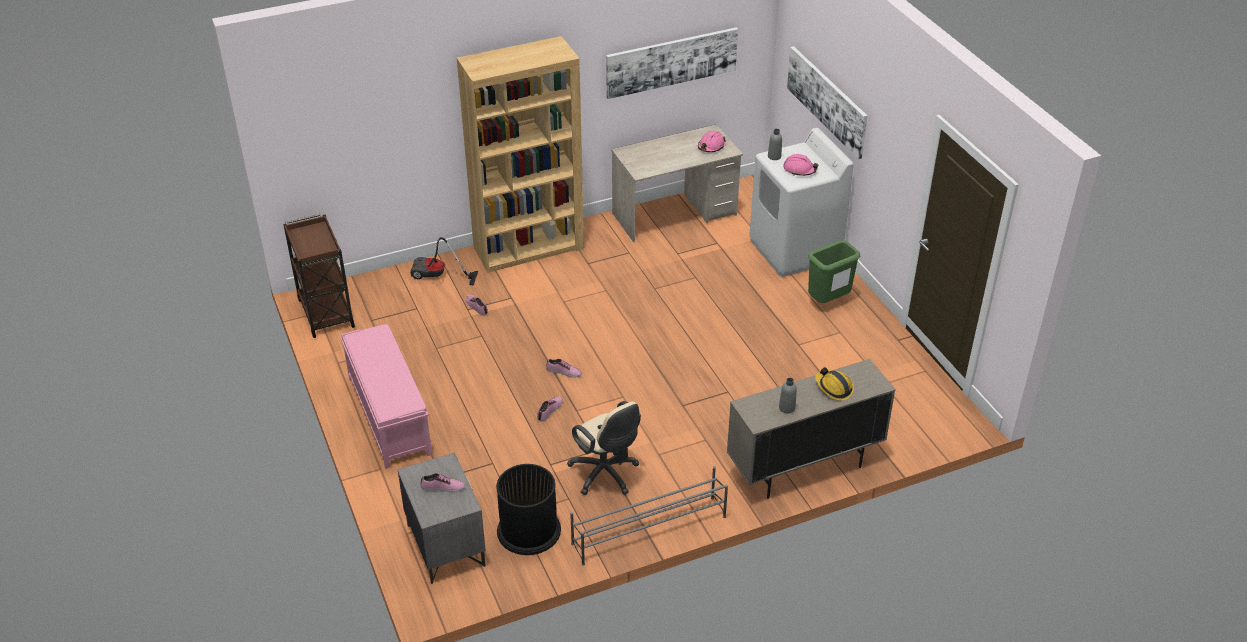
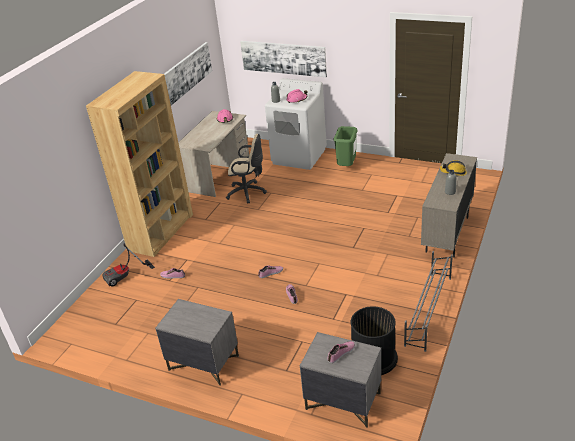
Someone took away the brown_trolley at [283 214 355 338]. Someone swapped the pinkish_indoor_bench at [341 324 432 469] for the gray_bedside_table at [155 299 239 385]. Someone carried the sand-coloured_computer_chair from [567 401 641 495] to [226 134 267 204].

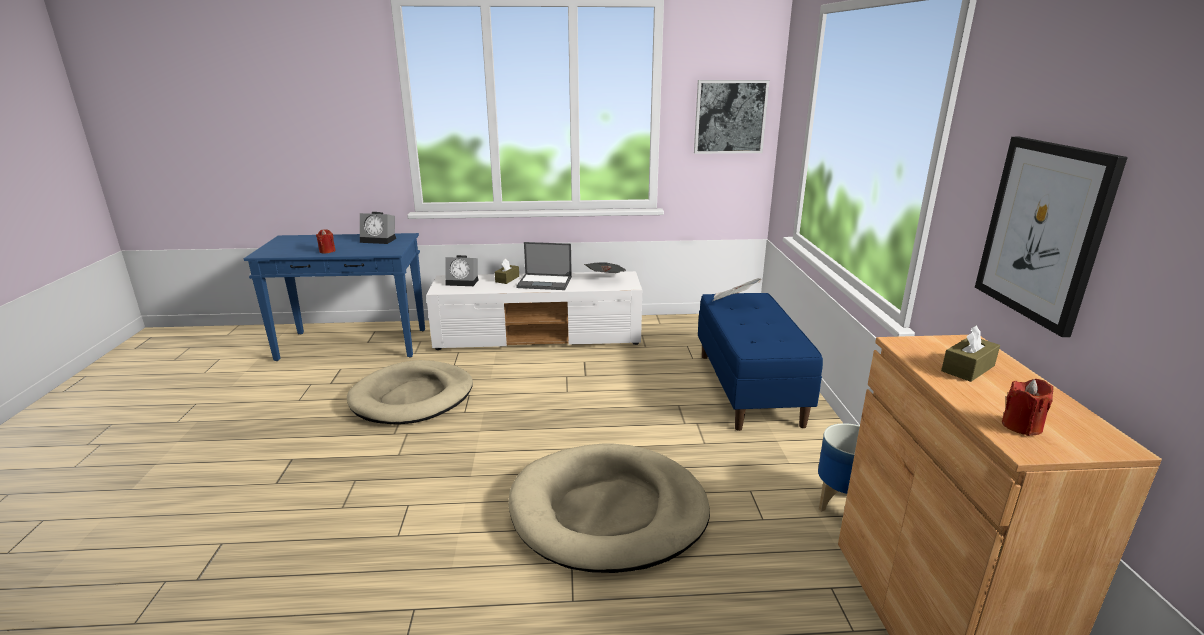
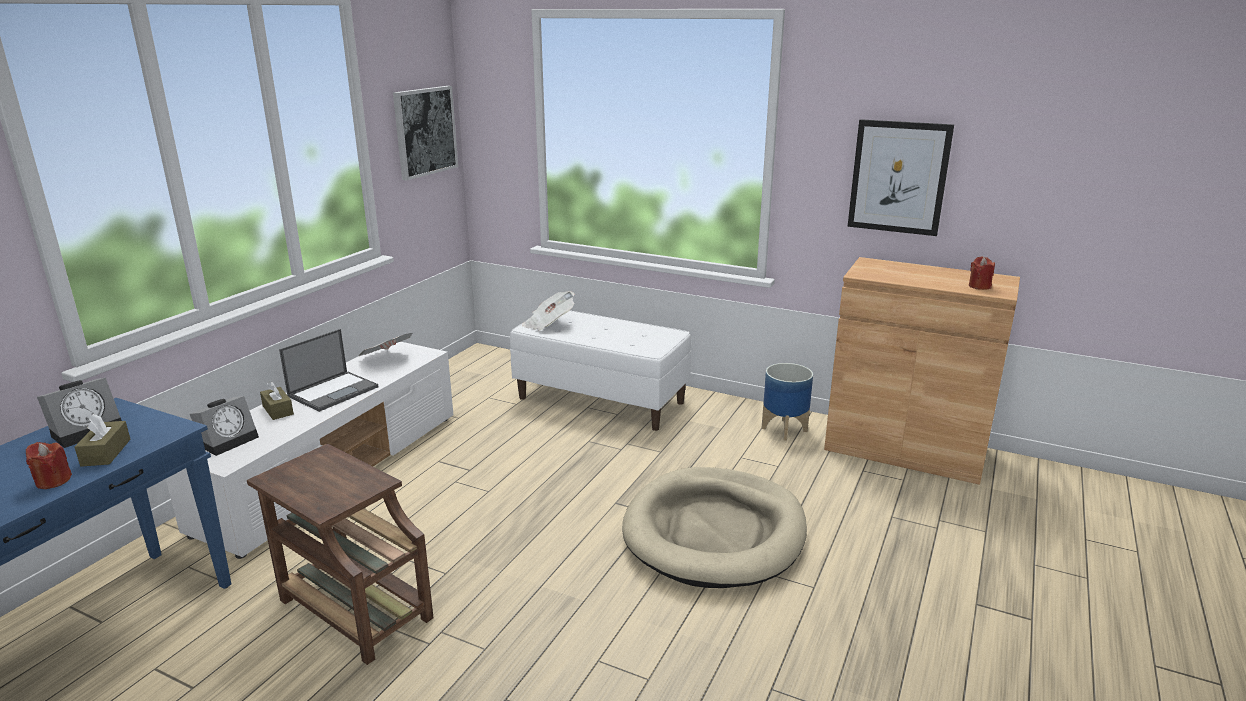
Someone swapped the sand-coloured_dog_cushion at [347 360 473 424] for the brown_side_table at [247 444 434 665]. Someone repainted the blue_indoor_bench at [698 293 823 431], which became the whitish_indoor_bench at [510 310 691 431]. Someone carried the brown_tissue_holder from [941 325 1000 382] to [75 414 131 467].

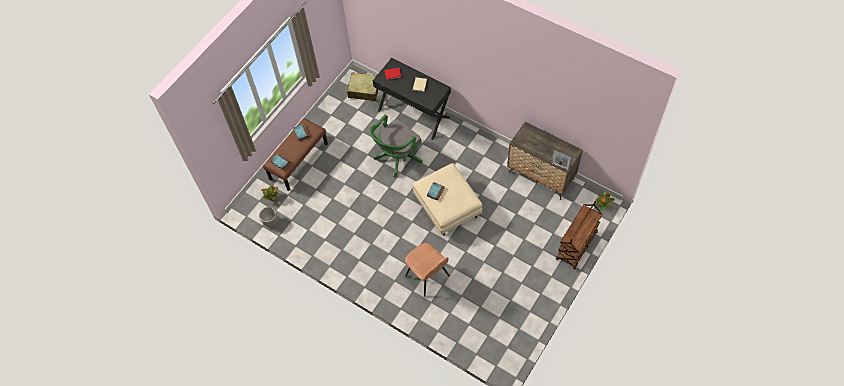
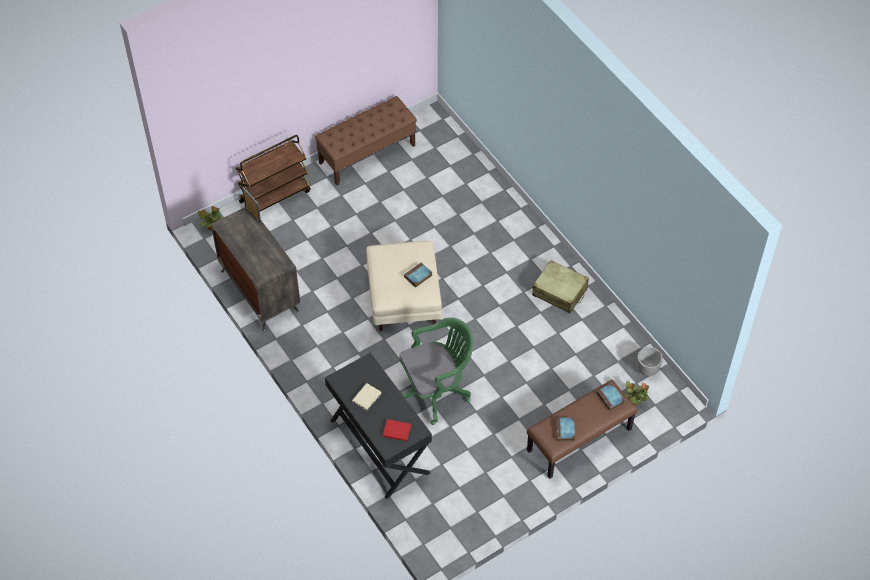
Someone carried the sand-coloured_suitcase from [347 72 378 101] to [532 260 589 313]. Someone took away the brown_chair at [405 243 450 297]. Someone put down the brown_indoor_bench at [315 96 417 185].

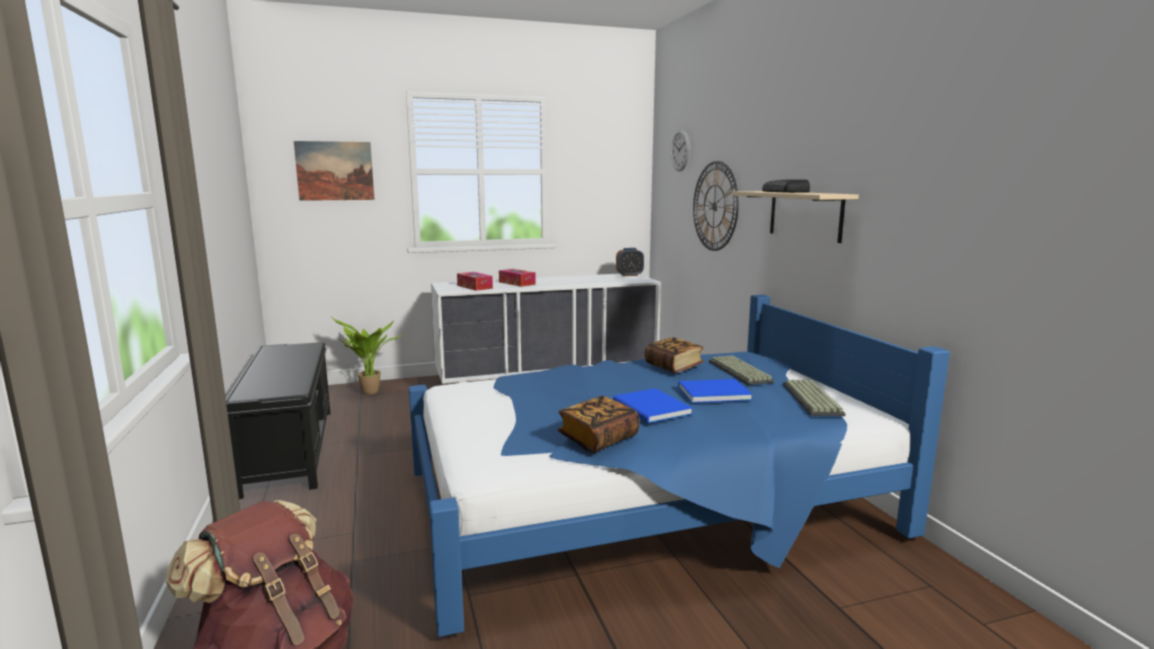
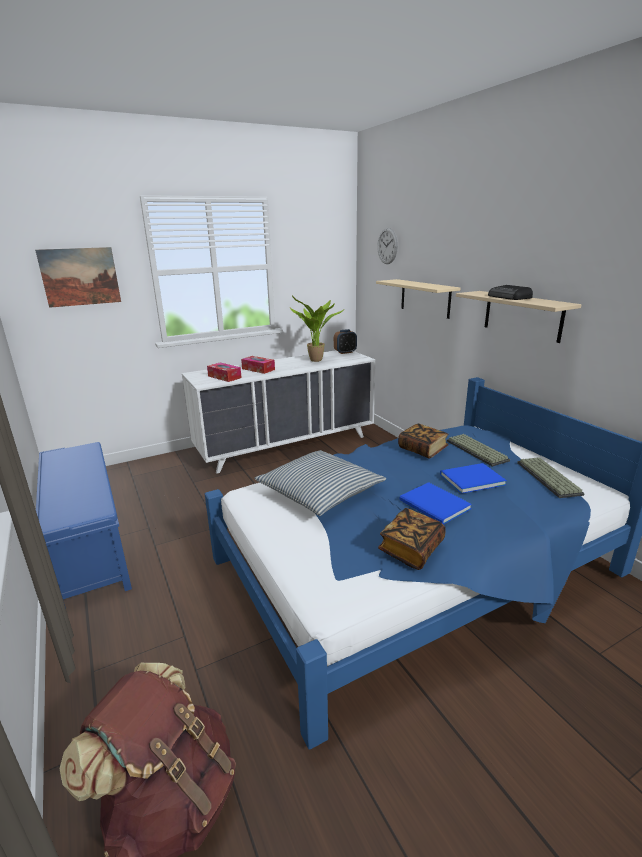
Someone repainted the black_indoor_bench at [226 342 331 499], which became the blue_indoor_bench at [36 442 132 608]. Someone carried the houseplant from [332 317 405 395] to [290 296 344 362]. Someone swapped the clock_on_the_wall at [693 161 739 251] for the sand-coloured_wall_shelf at [376 279 460 319]. Someone put down the cushion at [254 450 386 516].

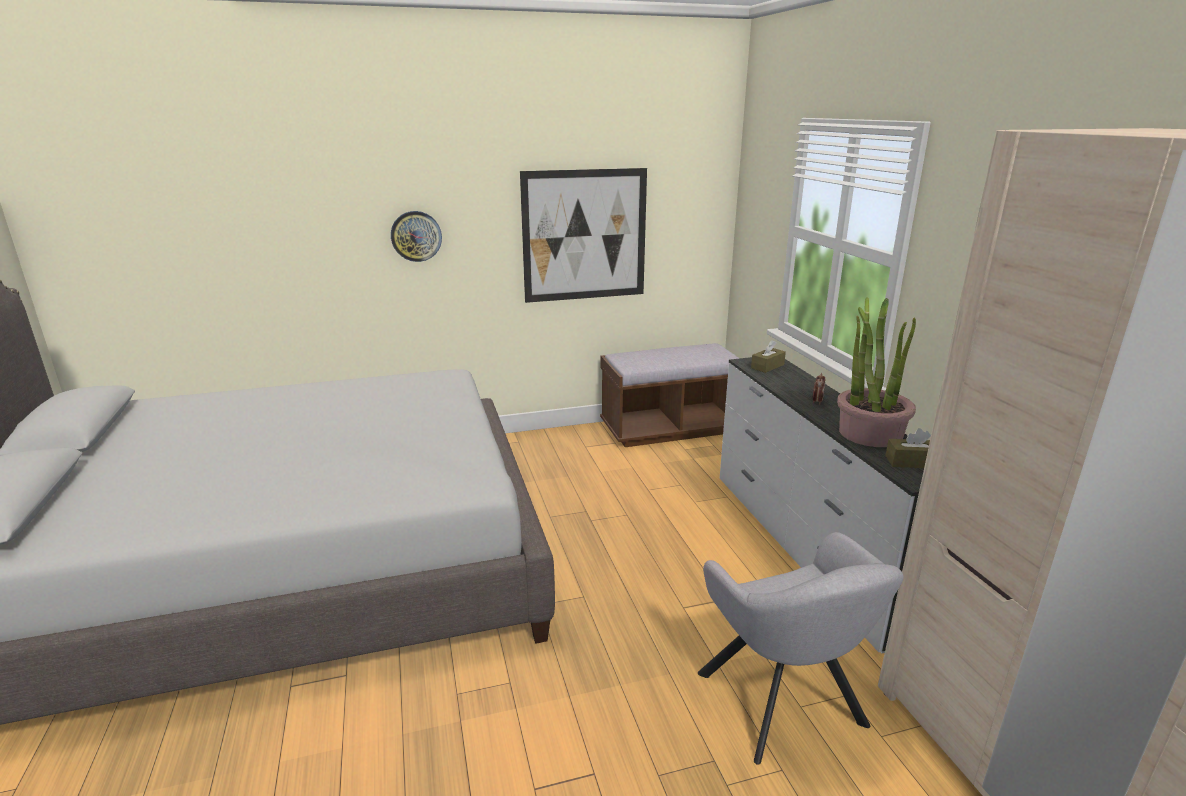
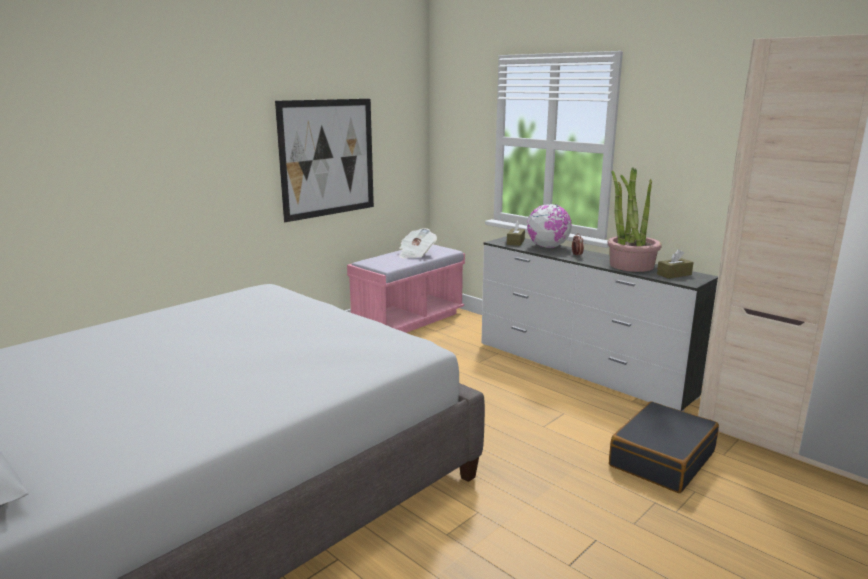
Someone took away the clock_on_the_wall at [391 211 442 262]. Someone repainted the brown_indoor_bench at [600 343 739 447], which became the pinkish_indoor_bench at [347 245 465 333]. Someone swapped the gray_easy_chair at [698 532 904 765] for the black_suitcase at [609 402 719 493]. Someone put down the newspaper at [399 228 437 258]. Someone put down the world_globe at [527 204 572 248].

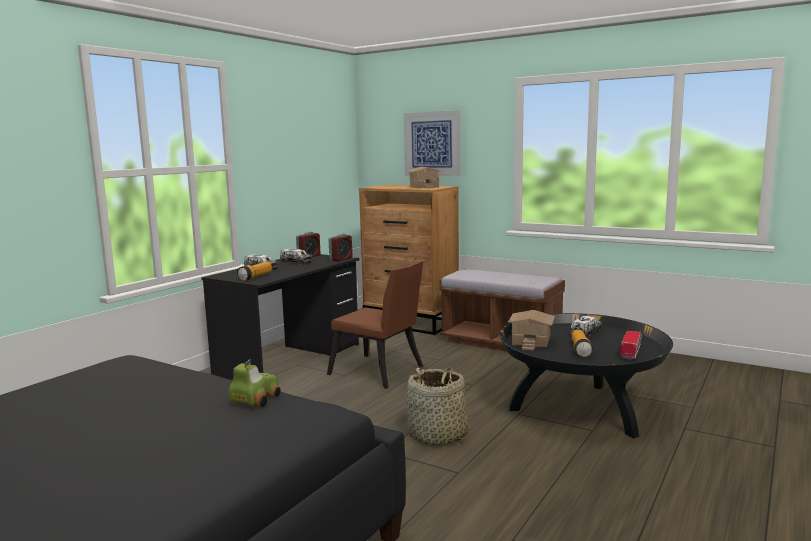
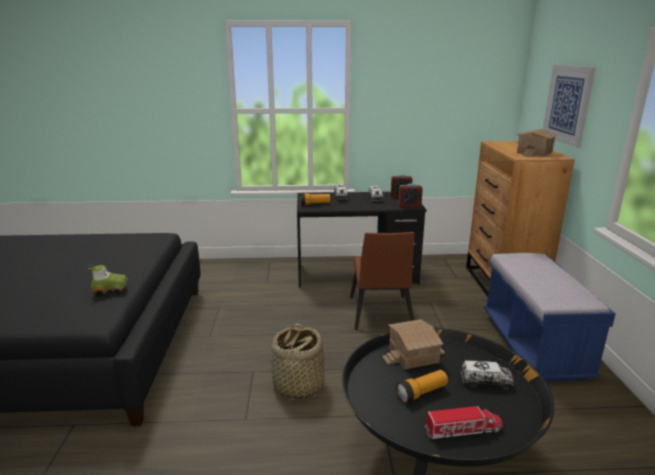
Someone repainted the brown_indoor_bench at [440 269 565 352], which became the blue_indoor_bench at [484 253 615 382].

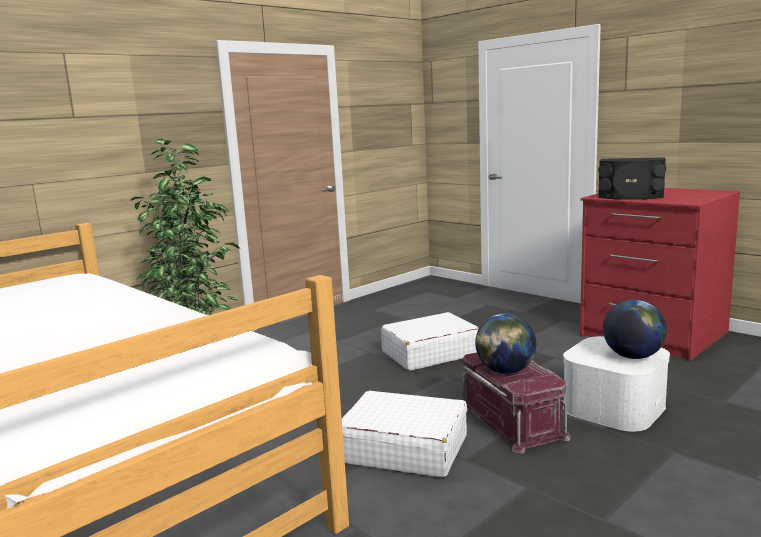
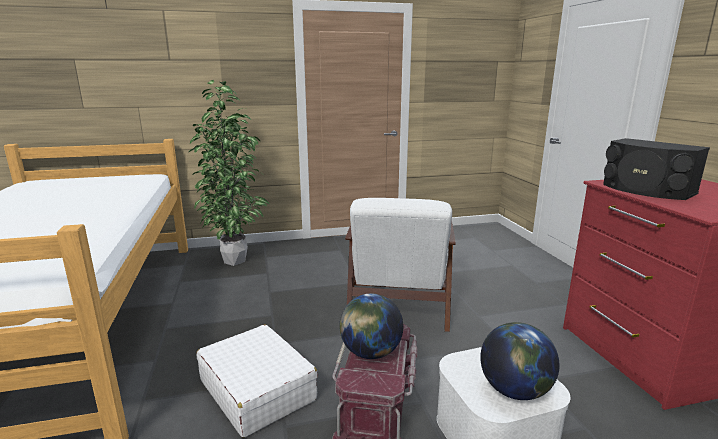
Someone swapped the whitish_suitcase at [381 312 479 371] for the whitish_easy_chair at [345 198 456 332].

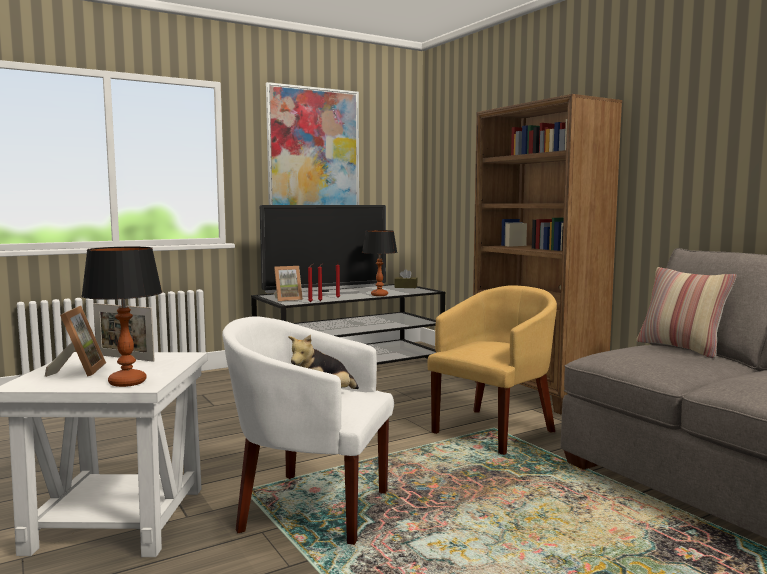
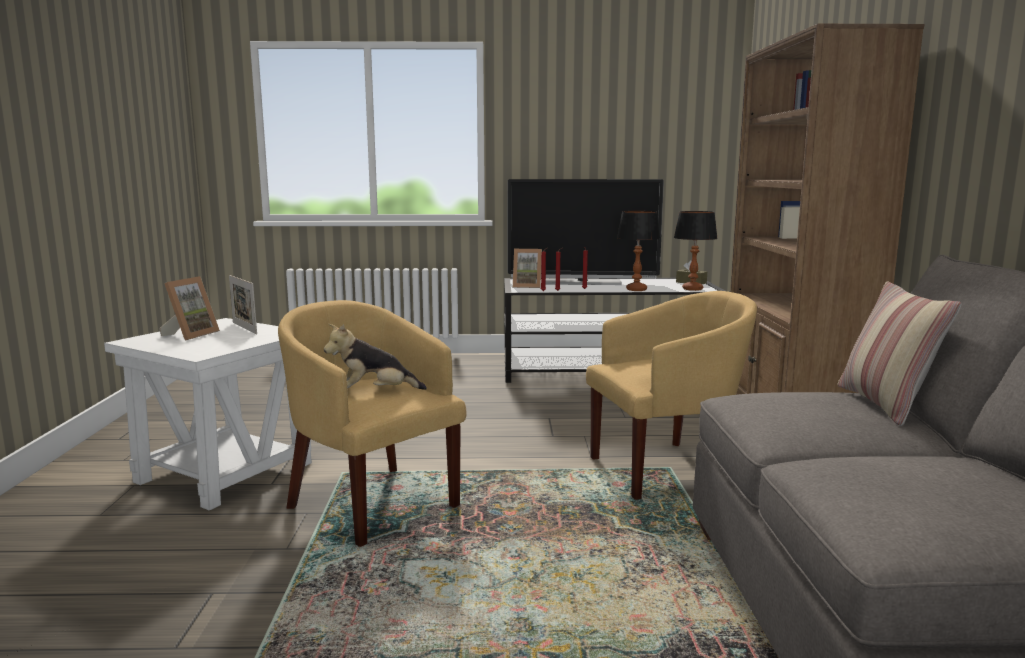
Someone carried the tabletop_lamp from [81 247 163 387] to [674 211 718 291]. Someone repainted the whitish_easy_chair at [222 316 394 545], which became the yellowish_easy_chair at [278 300 467 547]. Someone took away the picture at [266 82 359 205].

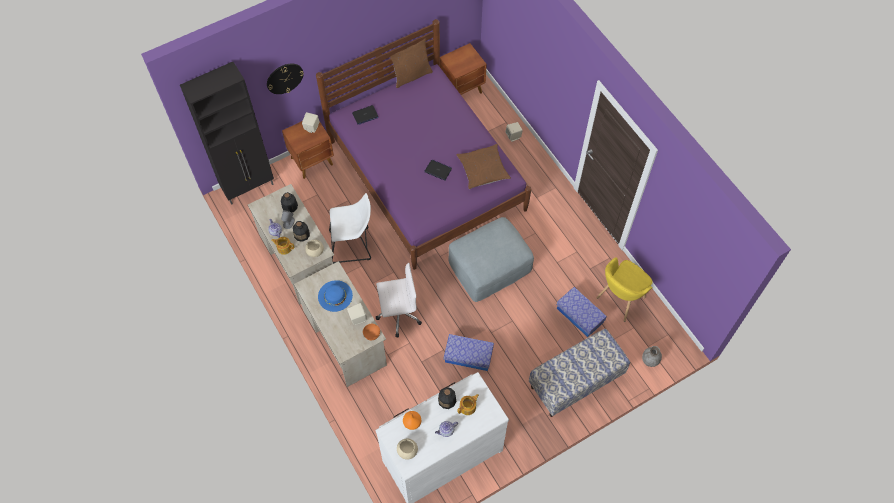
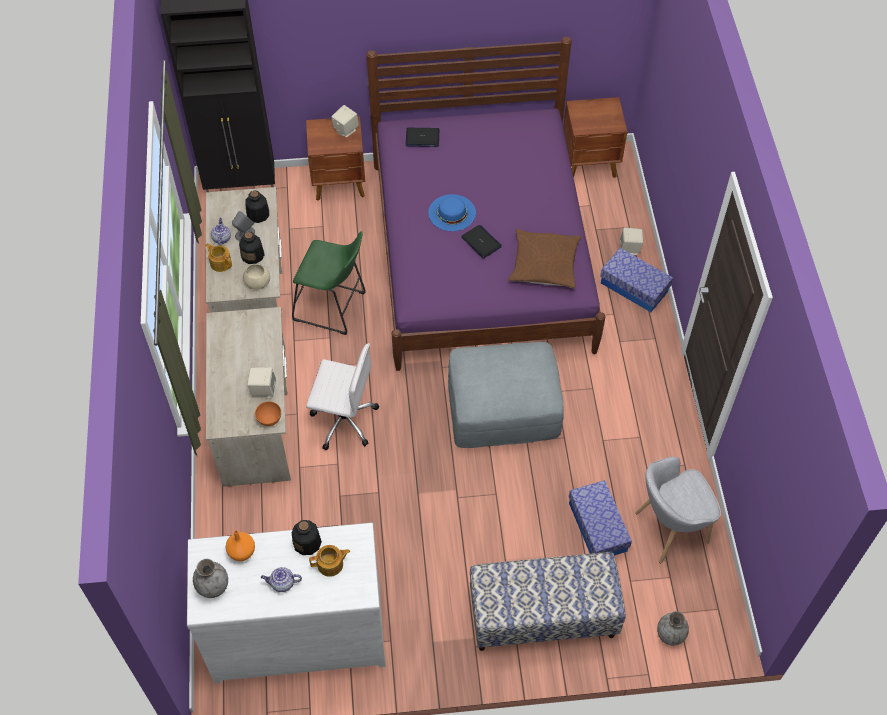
Someone took away the clock_on_the_wall at [267 63 304 94]. Someone carried the blue_clothing_hat from [318 280 353 312] to [428 194 476 231]. Someone repainted the whitish_sitting_stool at [329 193 371 264], which became the green-coloured_sitting_stool at [292 231 366 335]. Someone took away the brown_cushion at [390 39 433 88]. Someone swapped the sand-coloured_bowl at [397 438 418 460] for the gray_decorative_vase at [193 559 228 598]. Someone carried the storage_bin from [444 334 494 371] to [600 248 673 312]. Someone repainted the yellowish_easy_chair at [596 257 653 322], which became the gray_easy_chair at [635 457 721 563].

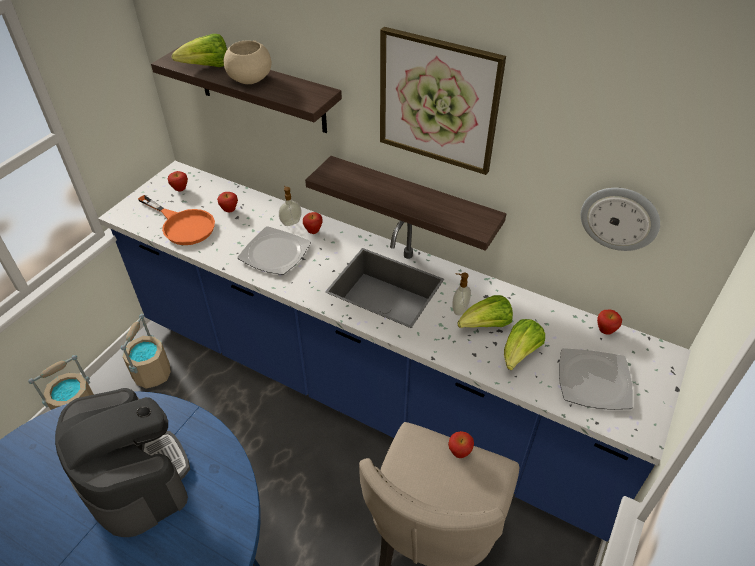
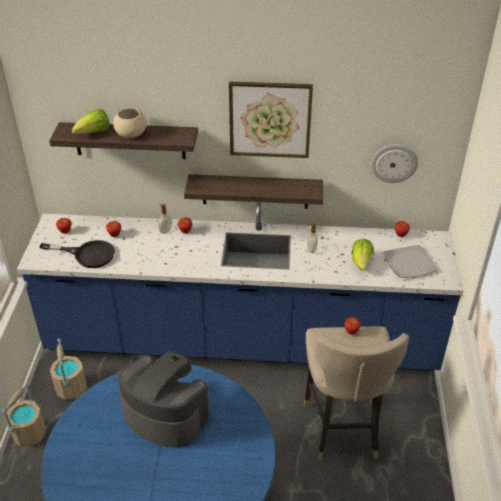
Someone repainted the orangey_pan at [138 195 215 245], which became the black_pan at [40 240 115 268]. Someone took away the dinner_plate at [237 226 311 275]. Someone took away the lettuce at [457 295 513 328].

